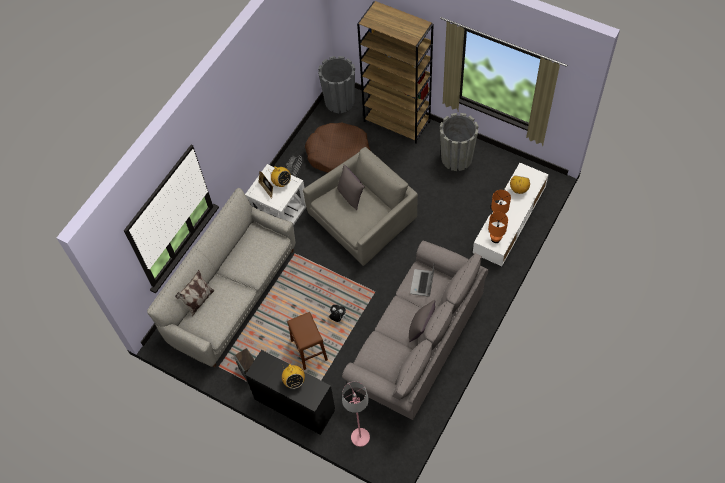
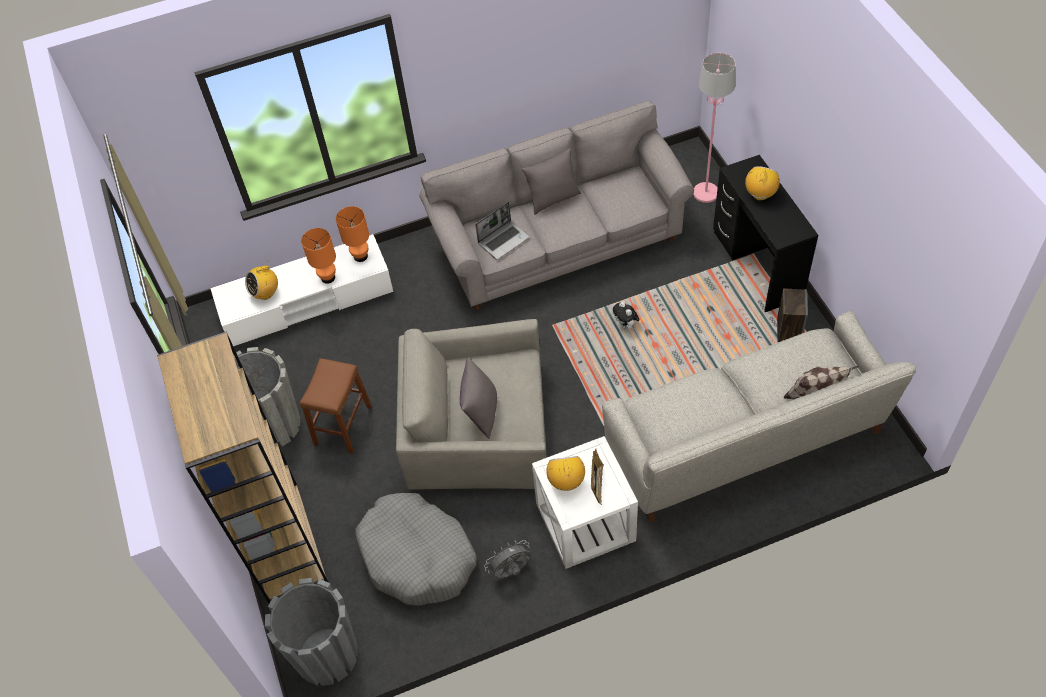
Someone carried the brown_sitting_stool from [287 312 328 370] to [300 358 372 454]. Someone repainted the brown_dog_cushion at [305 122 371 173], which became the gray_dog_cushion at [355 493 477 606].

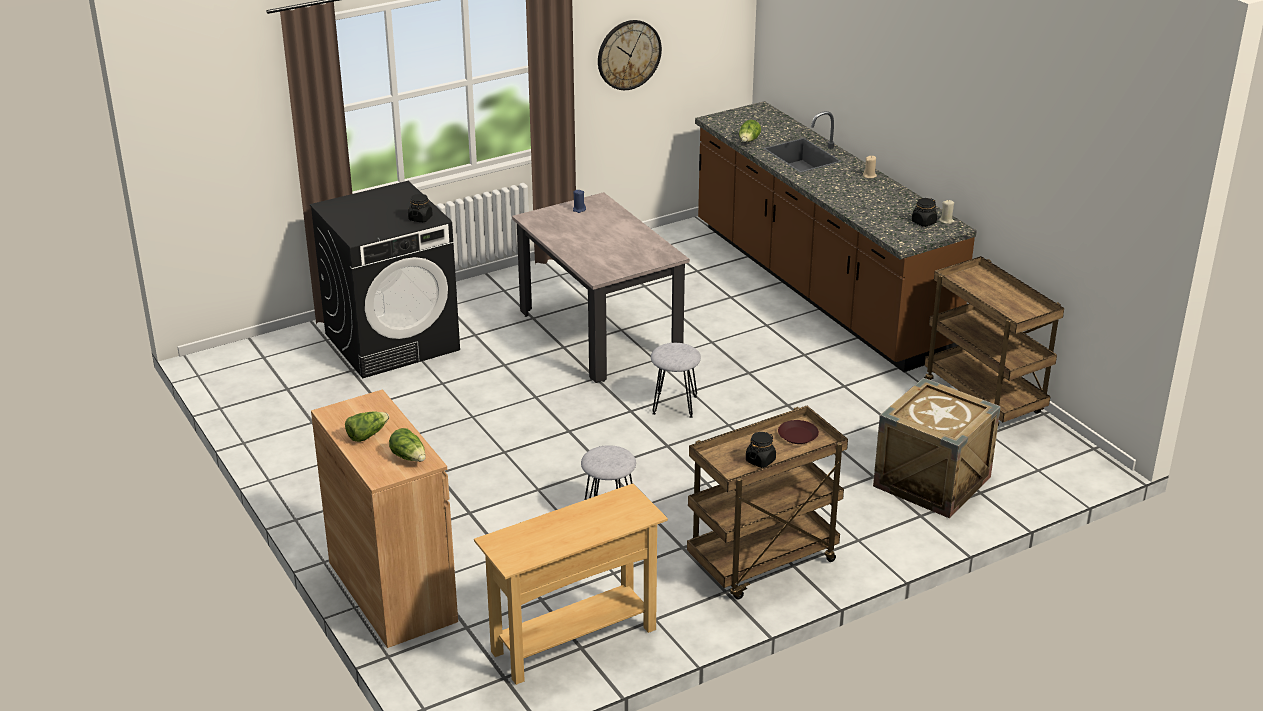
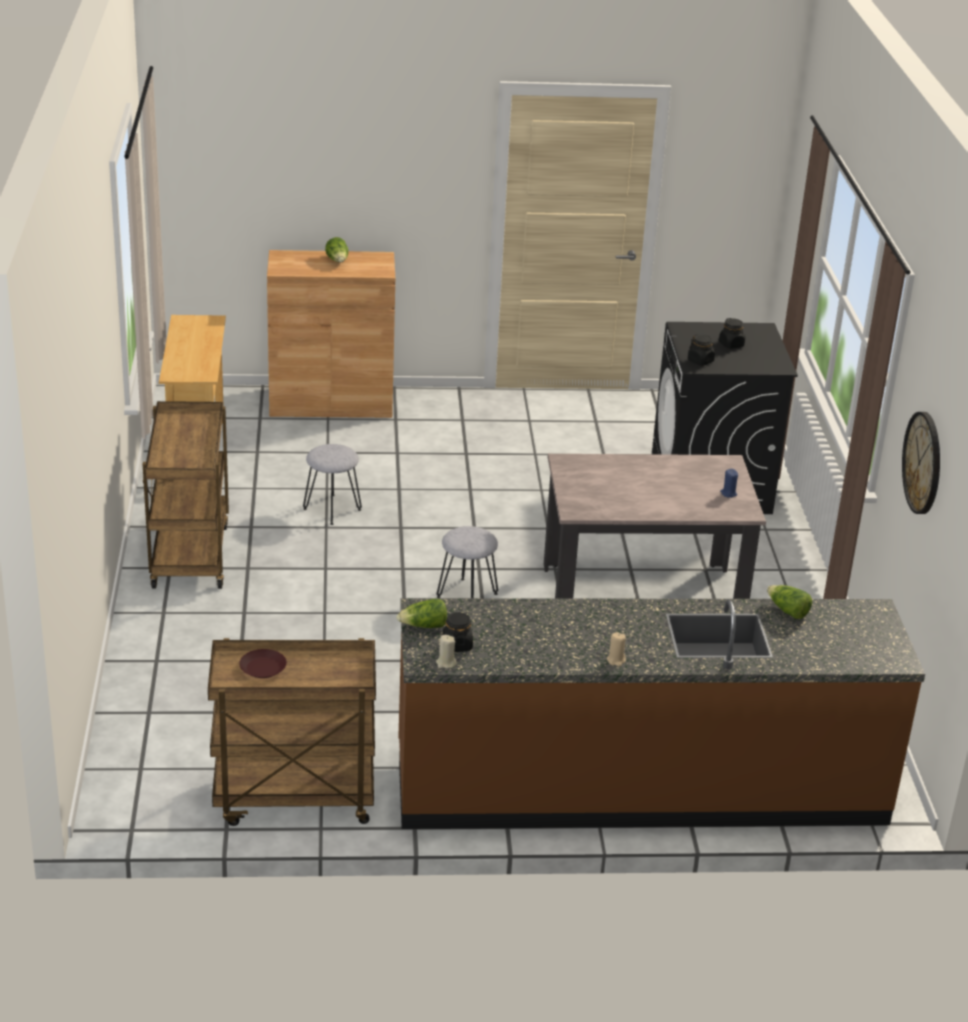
Someone carried the lettuce from [389 428 426 462] to [397 599 447 628]. Someone carried the black_preserve_jar from [746 432 776 468] to [719 318 745 349]. Someone carried the brown_dinner_plate from [778 420 819 444] to [239 649 287 678]. Someone took away the crate at [873 378 1001 519].

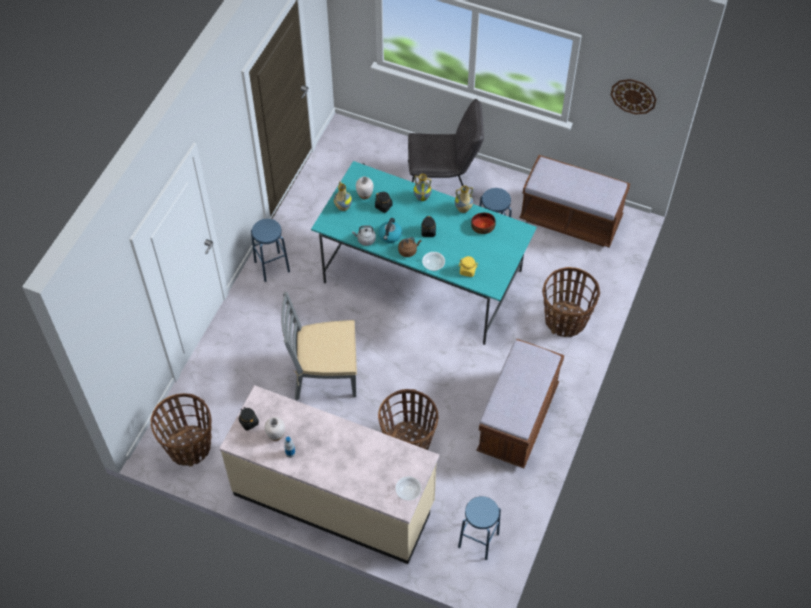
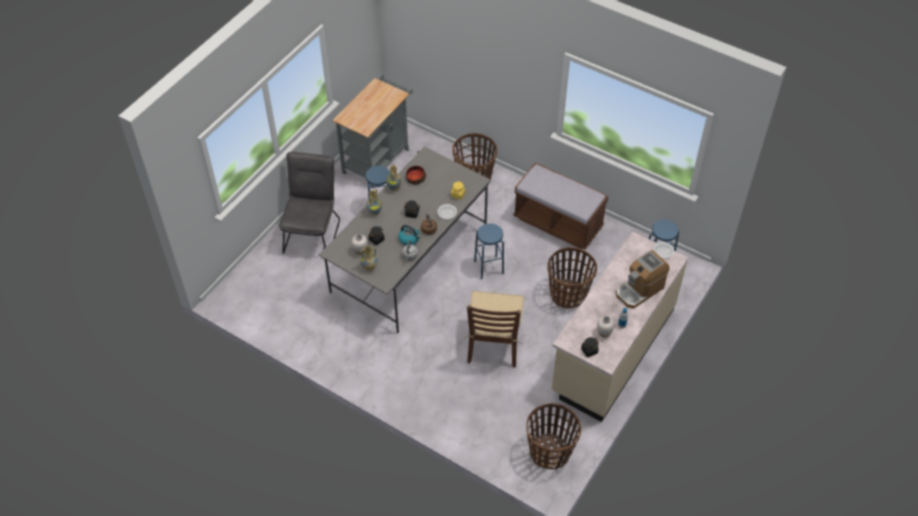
Someone carried the blue_sitting_stool from [251 219 290 282] to [474 223 504 279]. Someone repainted the gray_chair at [281 292 357 400], which became the brown_chair at [463 291 524 368]. Someone repainted the turquoise-coloured_kitchen_table at [311 161 537 345], which became the gray_kitchen_table at [319 147 491 333]. Someone swapped the brown_indoor_bench at [520 155 630 248] for the gray_trolley at [332 75 413 188]. Someone took away the clock_on_the_wall at [611 79 657 115]. Someone put down the coffee_machine at [616 250 670 309].

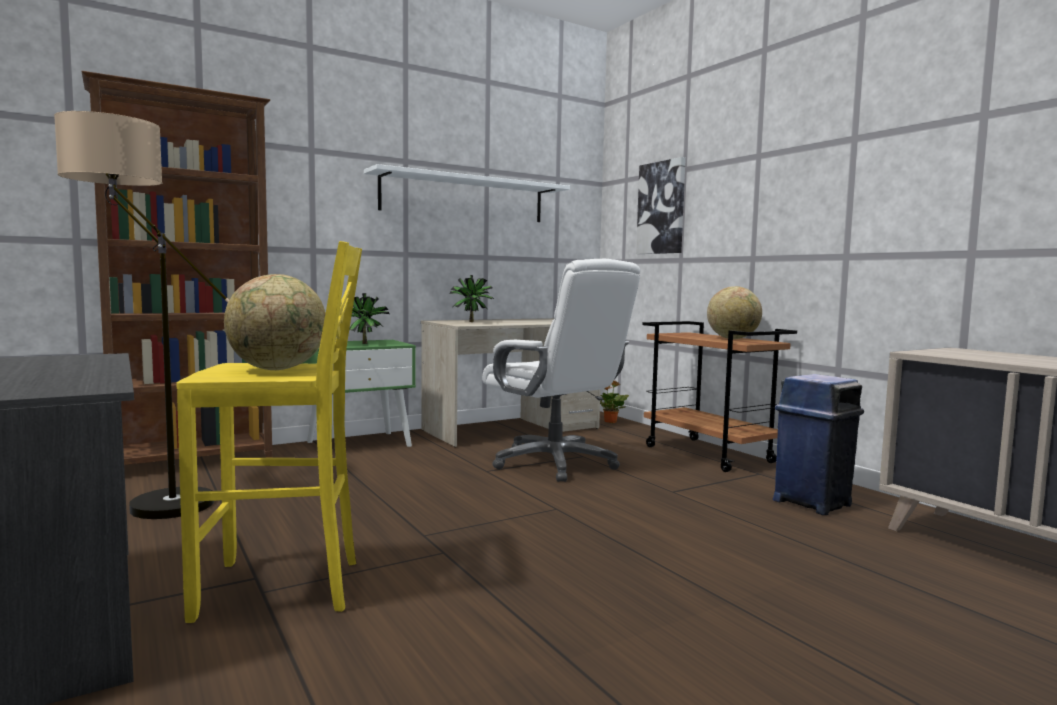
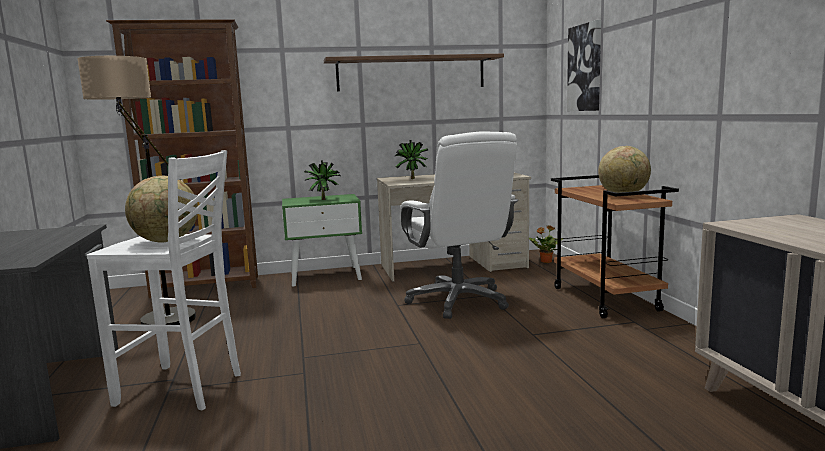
Someone repainted the yellowish_sitting_stool at [177 241 362 623], which became the whitish_sitting_stool at [87 150 241 410]. Someone repainted the whitish_wall_shelf at [364 164 570 222], which became the brown_wall_shelf at [324 54 504 91]. Someone took away the blue_rubbish_bin at [773 374 864 515].

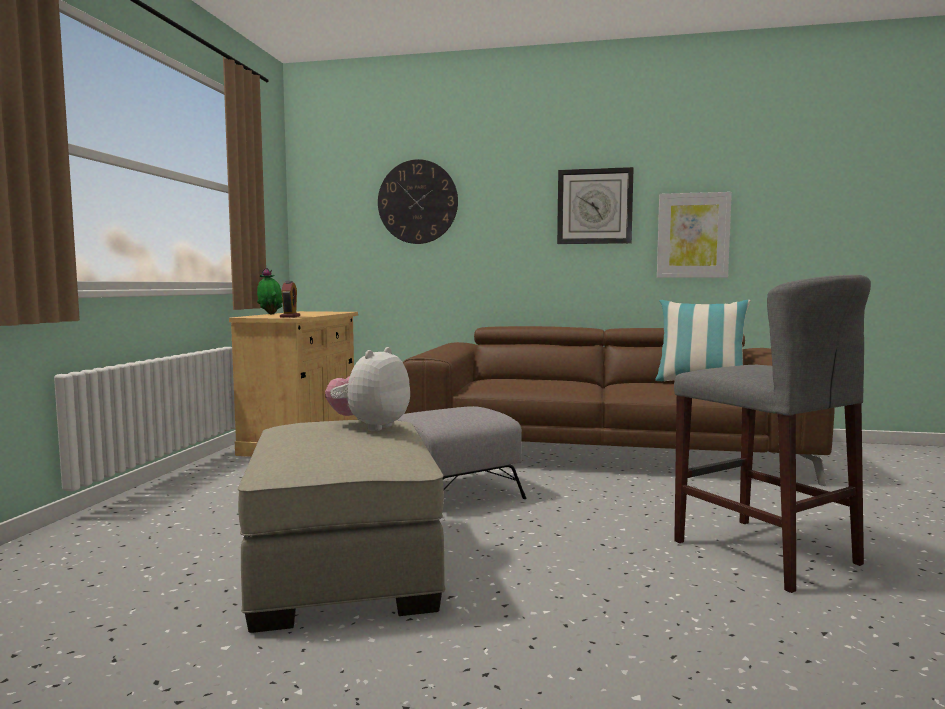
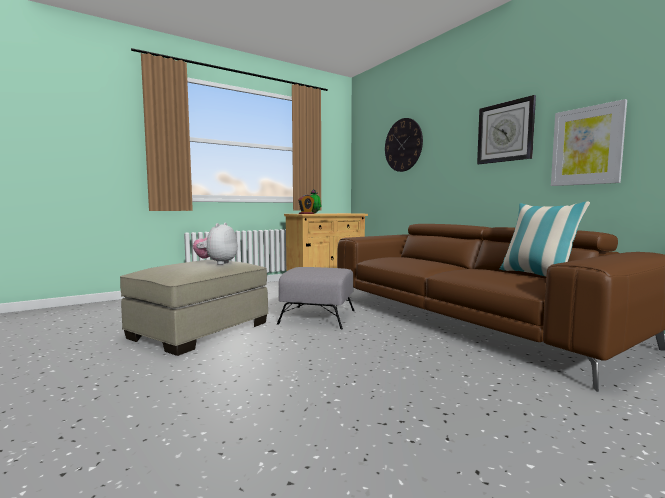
Someone rotated the soft_toy at [325 347 410 431] by 60 degrees counterclockwise. Someone took away the gray_sitting_stool at [674 275 871 593].

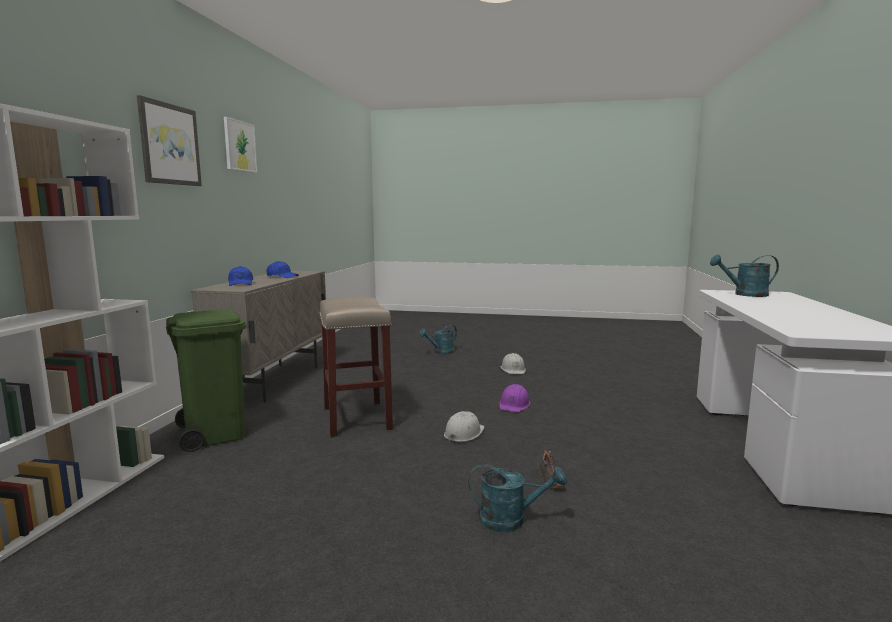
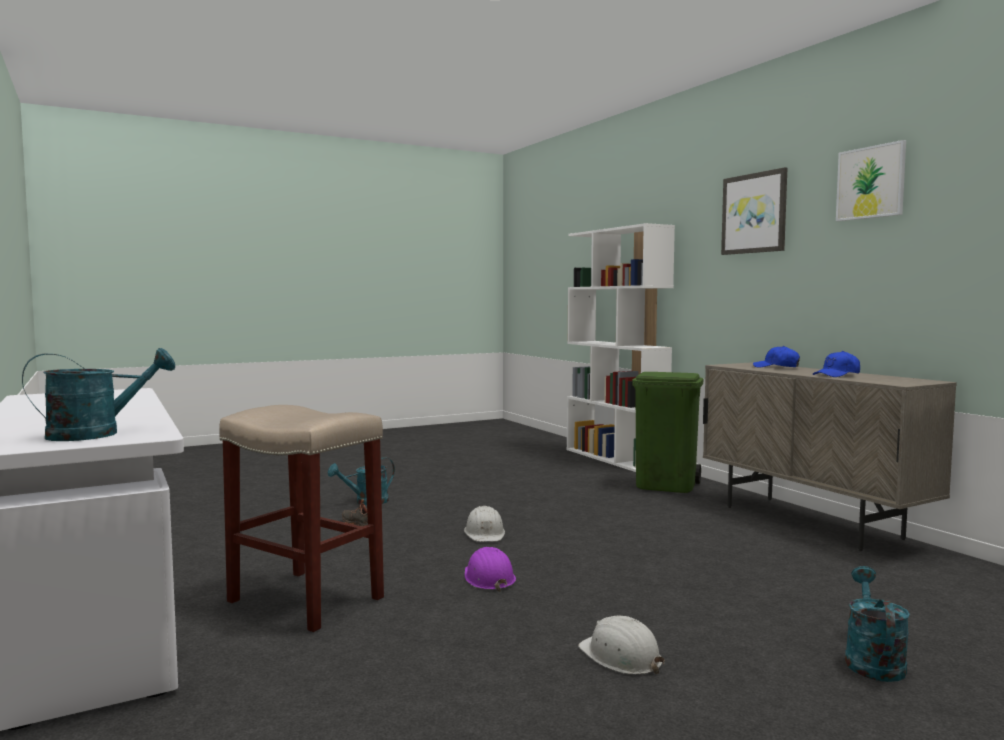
Someone carried the sand-coloured_sitting_stool from [320 296 393 437] to [219 405 384 632].

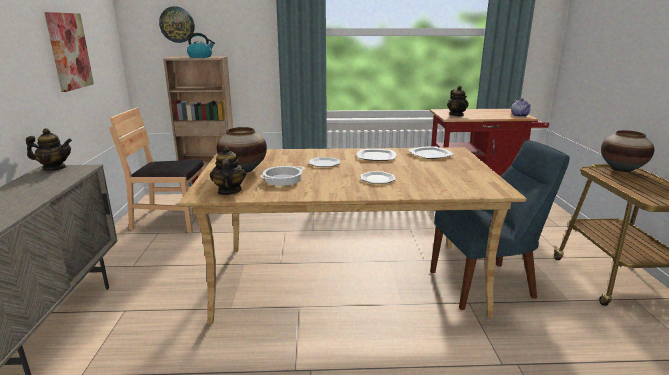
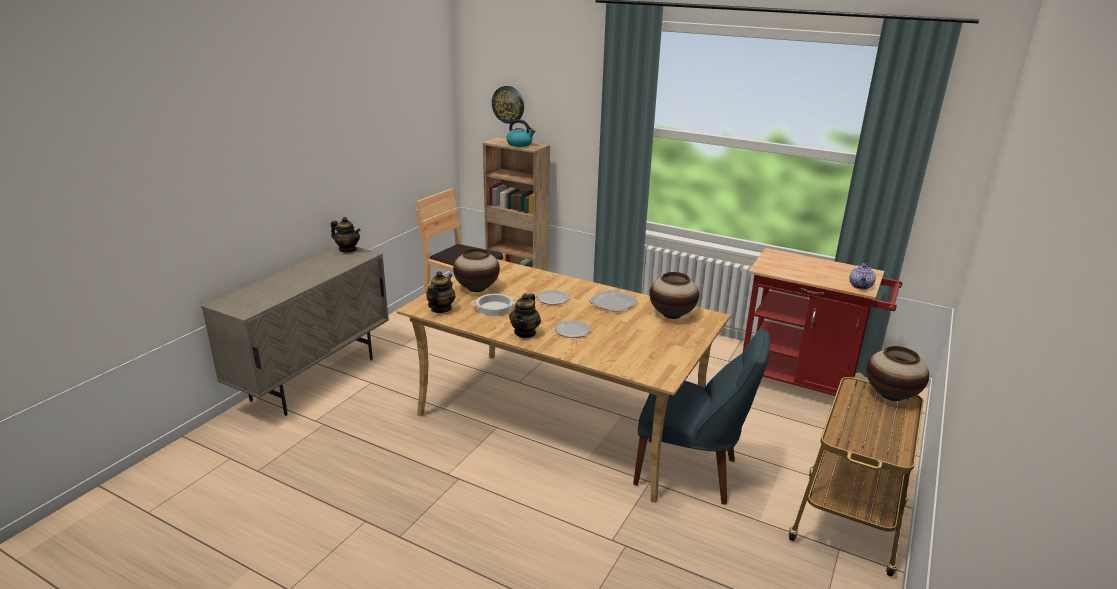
Someone took away the picture at [44 12 94 92]. Someone swapped the dinner_plate at [409 146 454 159] for the decorative_vase at [649 272 699 319]. Someone carried the tea_pot from [447 86 469 116] to [509 293 541 338].

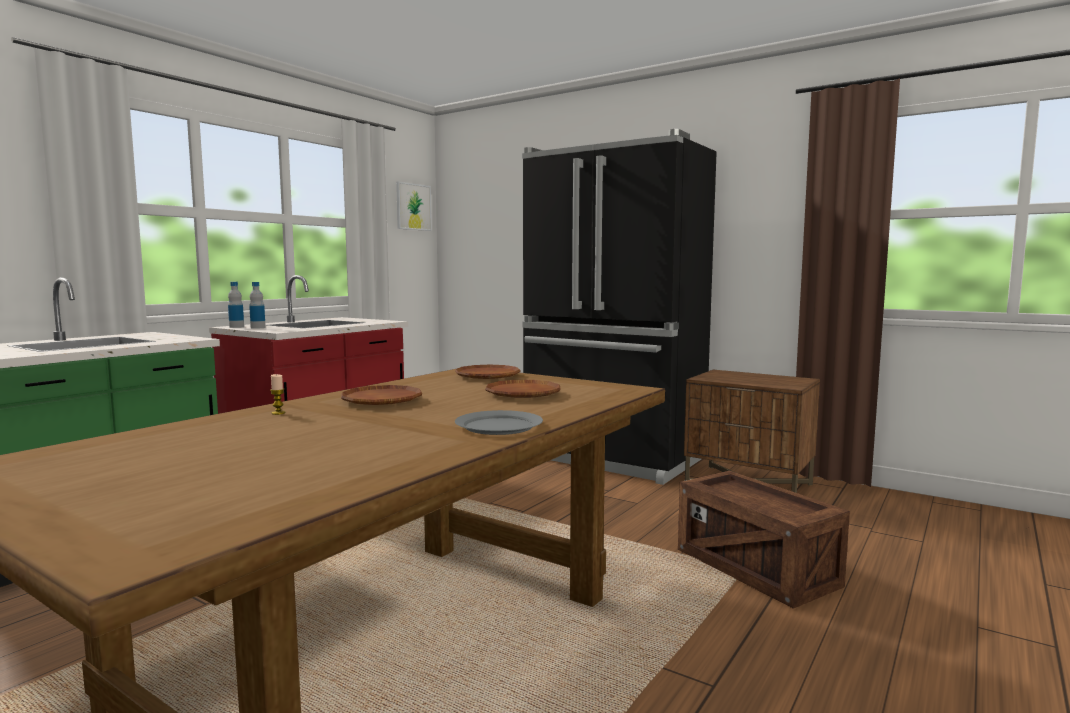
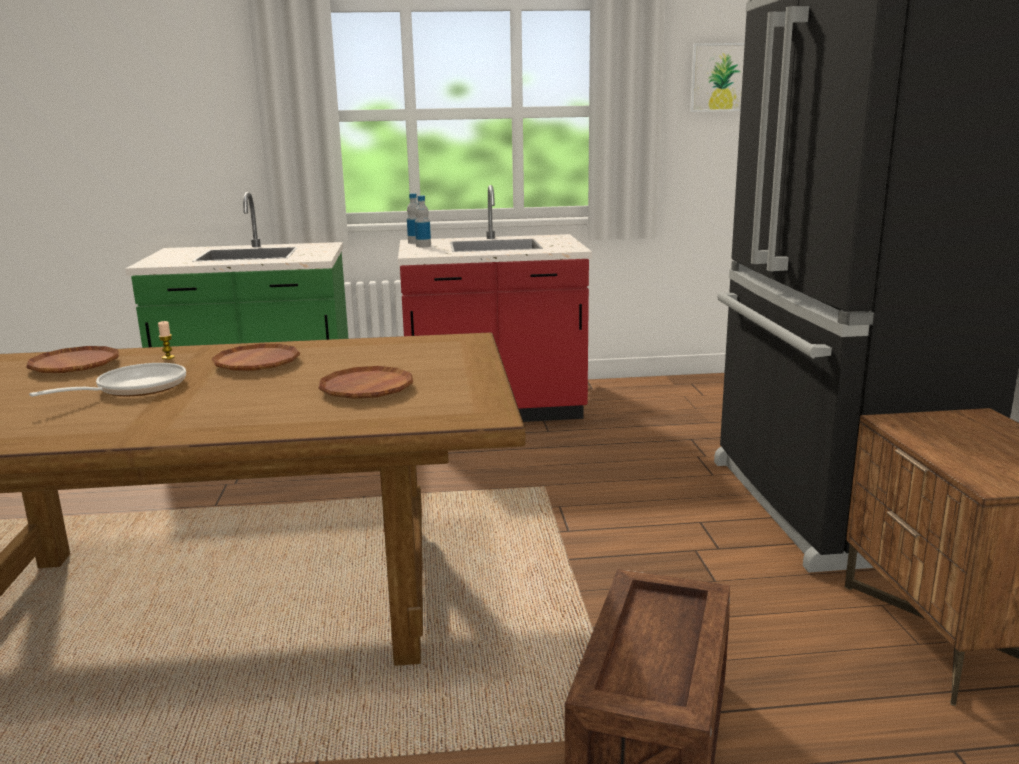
Someone carried the brown_dinner_plate from [455 365 521 379] to [26 346 119 373]. Someone took away the gray_dinner_plate at [455 410 543 435]. Someone put down the pan at [29 363 186 397].

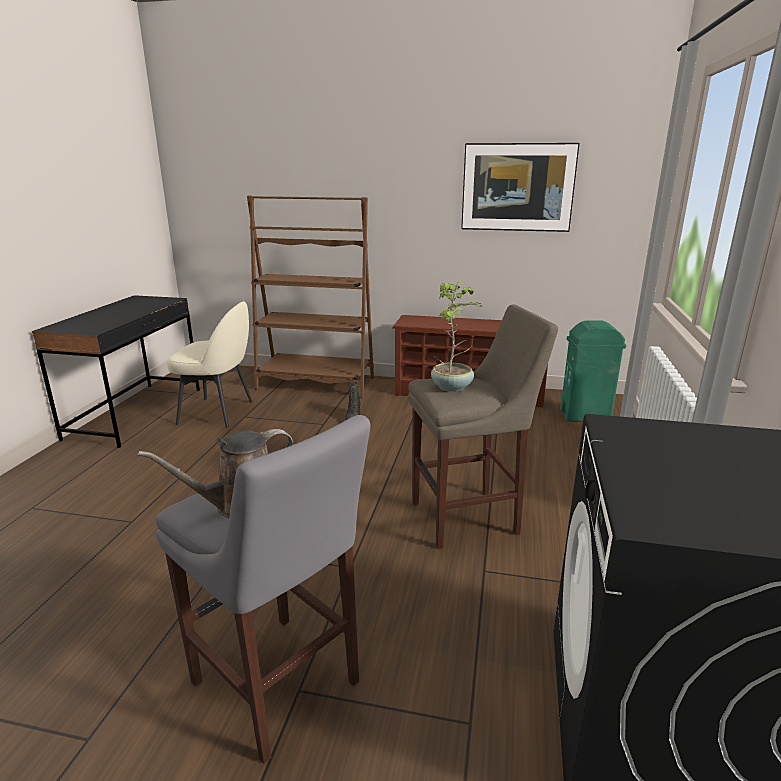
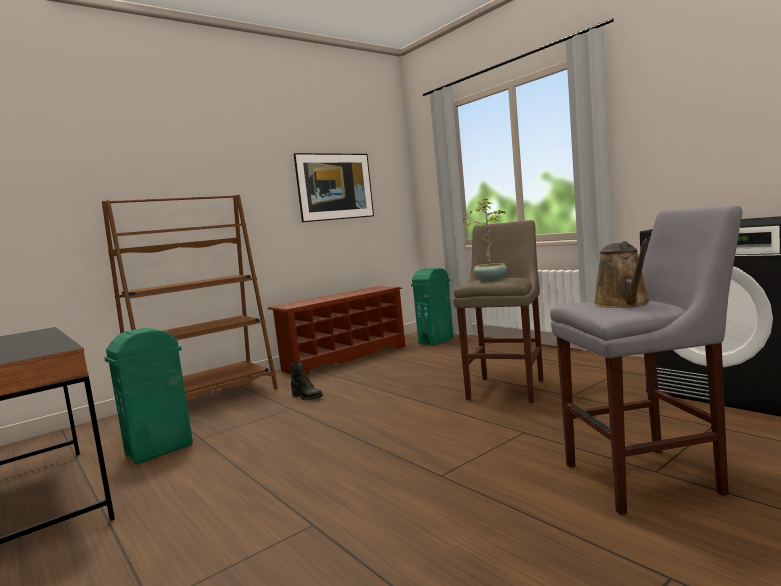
Someone swapped the sand-coloured_chair at [167 301 253 428] for the green-coloured_rubbish_bin at [104 328 193 464].

